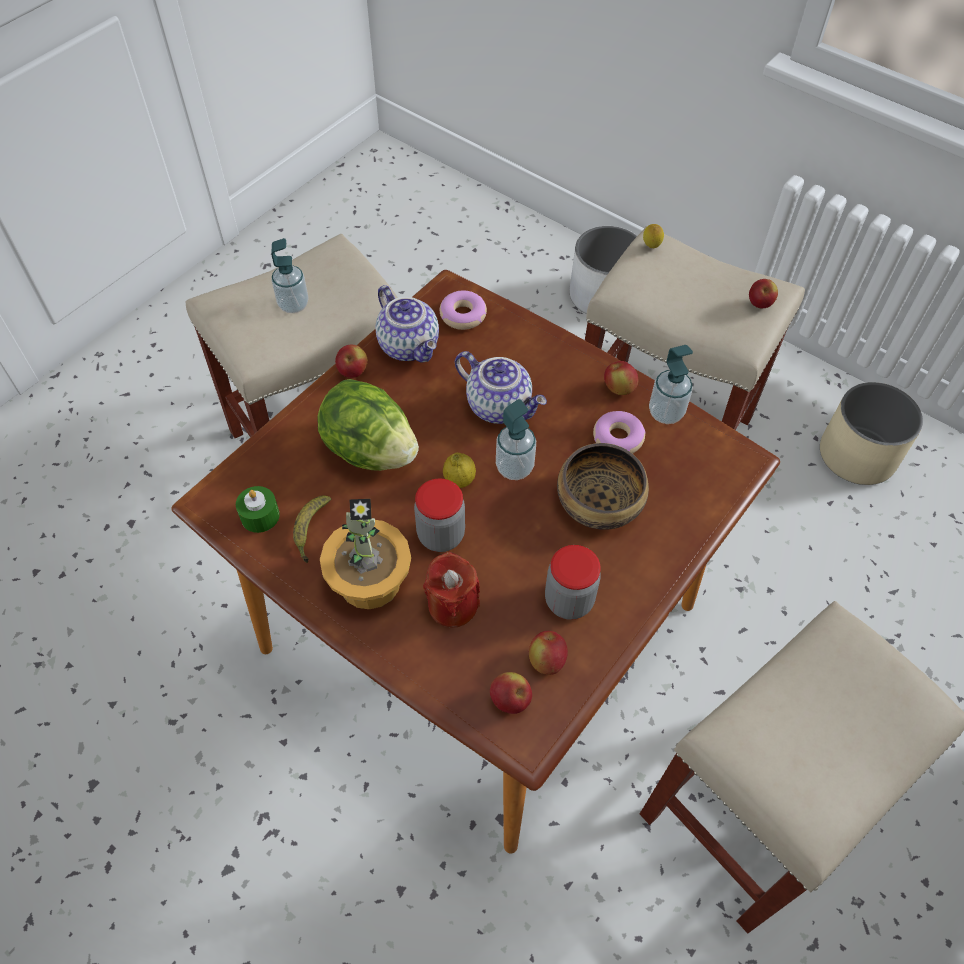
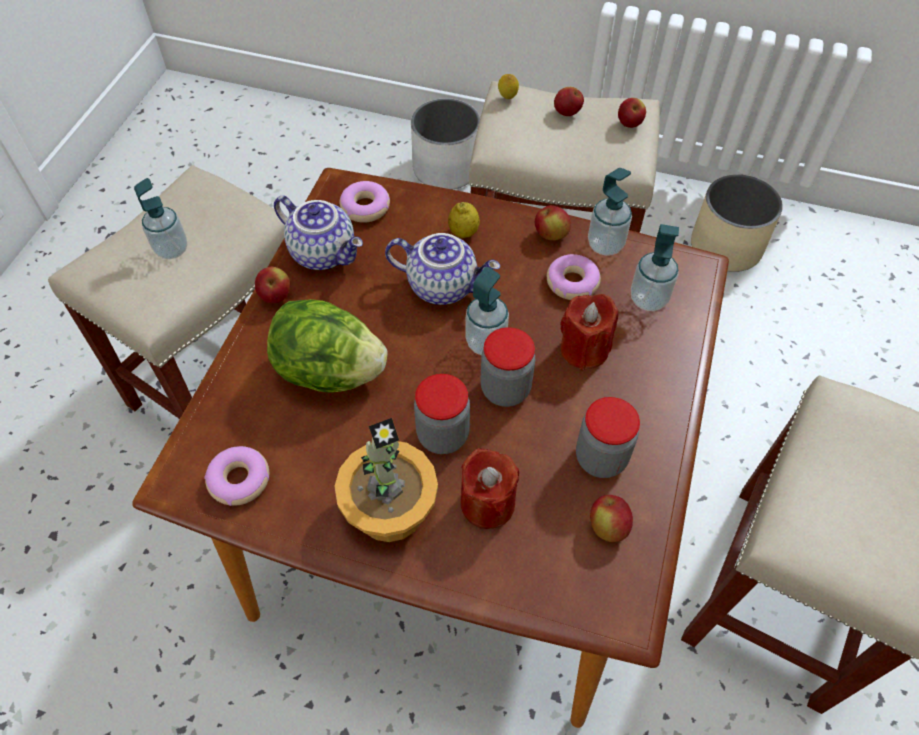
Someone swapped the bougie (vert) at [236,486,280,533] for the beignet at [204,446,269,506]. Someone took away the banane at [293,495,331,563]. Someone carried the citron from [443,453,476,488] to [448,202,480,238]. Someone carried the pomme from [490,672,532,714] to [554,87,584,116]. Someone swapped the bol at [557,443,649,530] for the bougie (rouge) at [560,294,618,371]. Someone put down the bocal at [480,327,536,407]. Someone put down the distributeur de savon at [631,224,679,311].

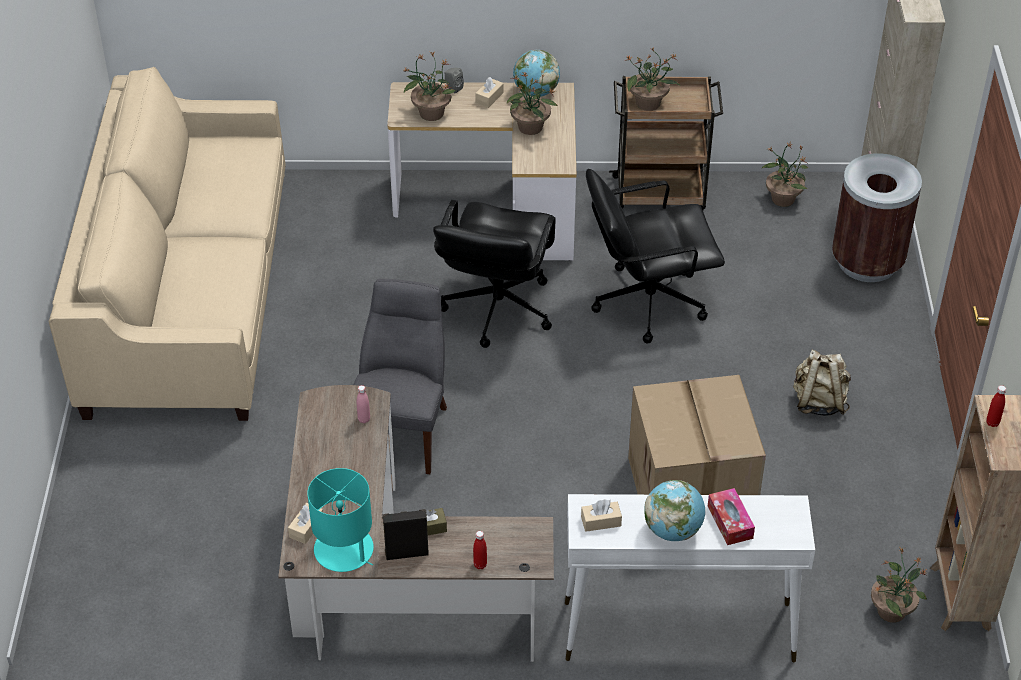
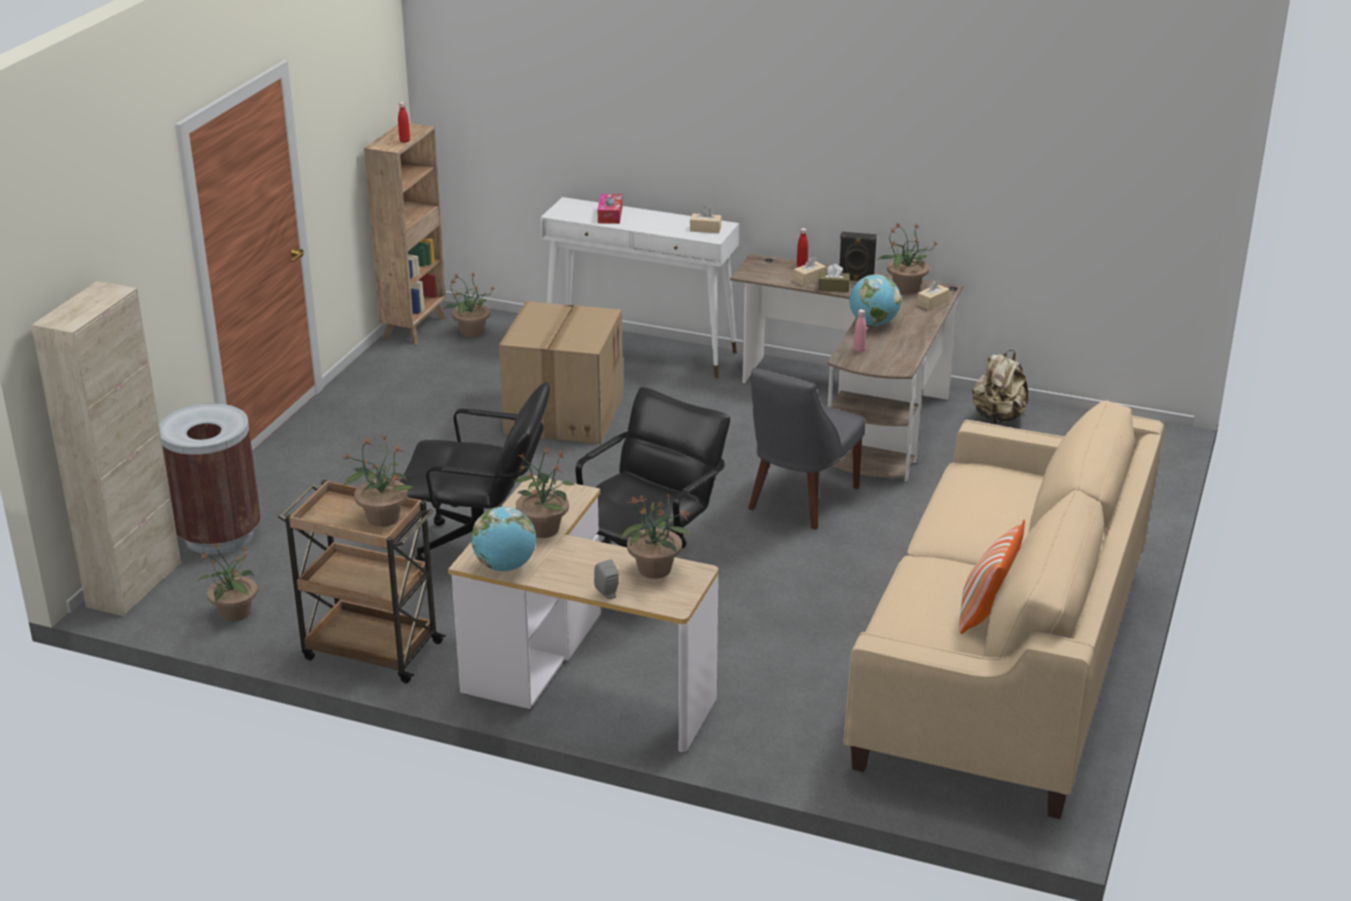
Someone swapped the lampe de table (turquoise) at [307,468,374,572] for the plante en pot at [877,222,937,294]. Someone carried the boîte à mouchoirs (beige) from [475,77,504,108] to [793,256,826,286]. Someone carried the globe from [644,480,705,541] to [850,274,901,326]. Someone carried the sac à dos (beige) from [793,349,851,416] to [972,350,1028,424]. Someone put down the coussin at [959,520,1025,634].

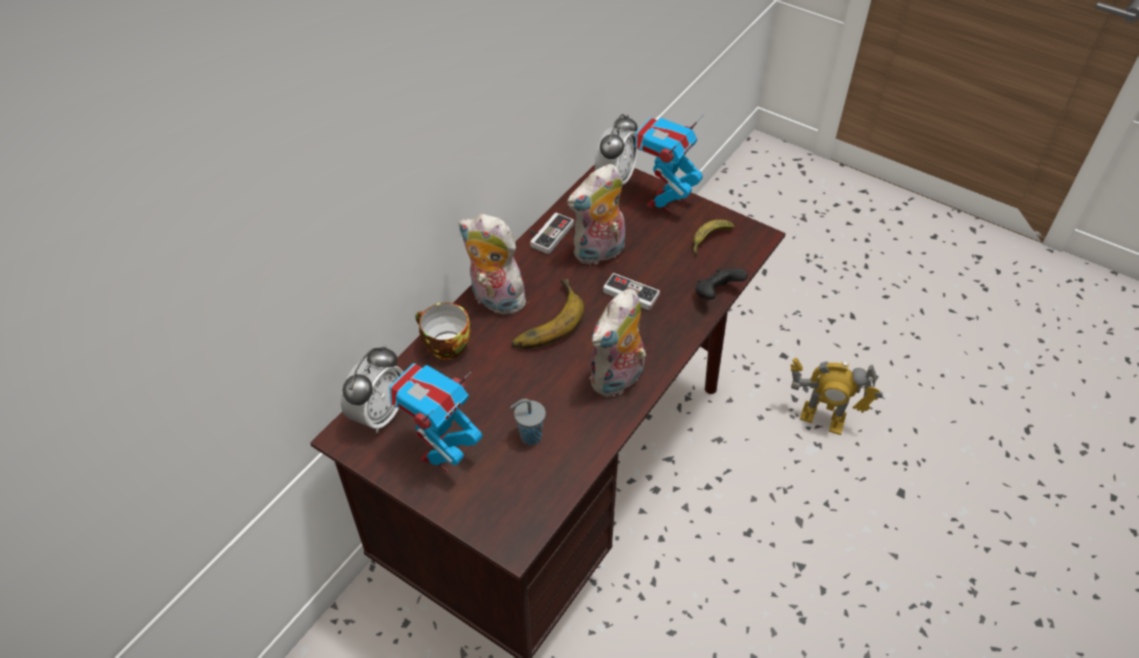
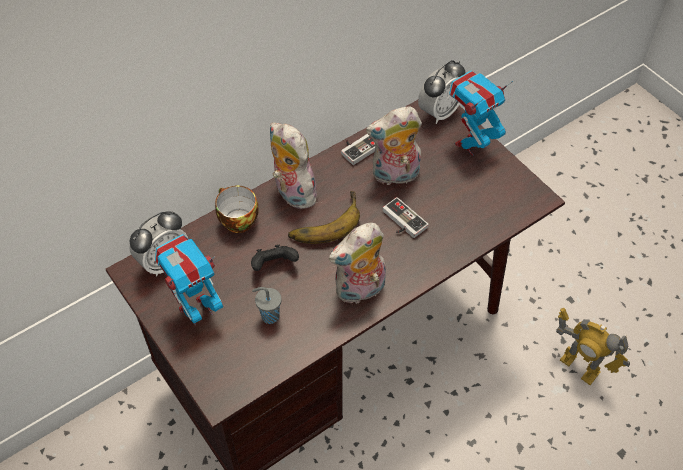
Someone took away the banane at [693,219,735,256]. Someone carried the manette (noir) from [695,268,748,300] to [251,245,299,271].

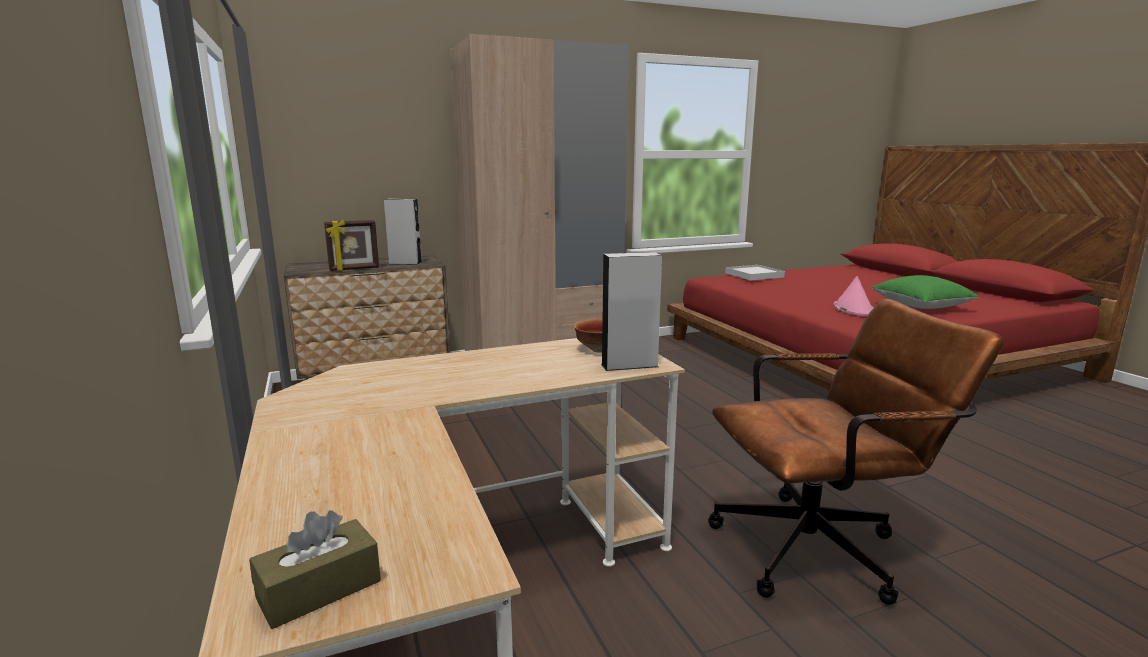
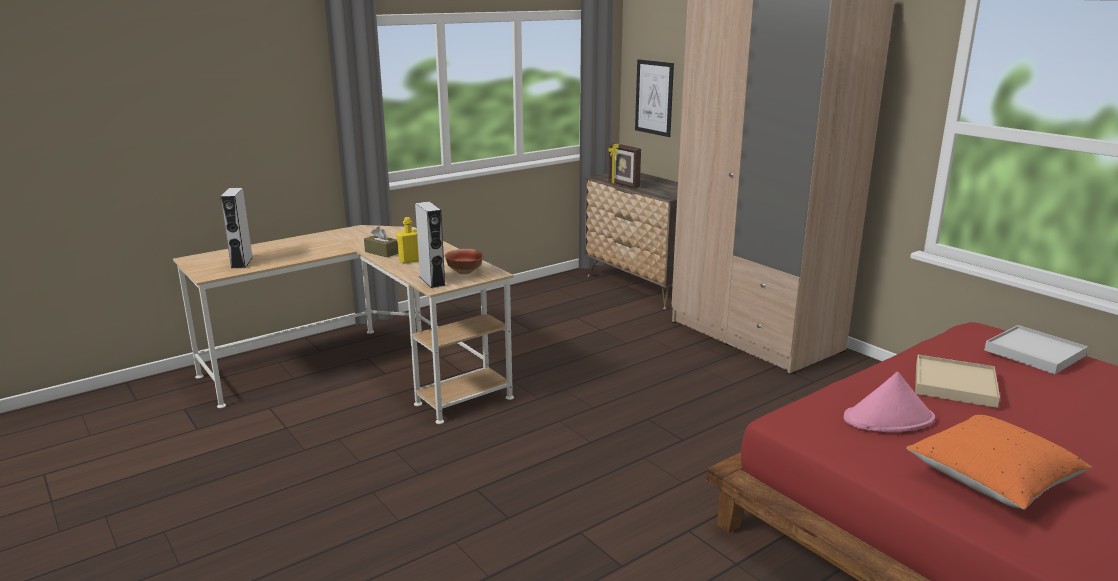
Someone carried the boîte à mouchoirs (marron) from [249,510,381,629] to [364,226,398,257]. Someone carried the enceinte (gris) from [384,199,422,265] to [220,188,253,269]. Someone took away the chaise de bureau (marron) at [708,298,1004,605]. Someone repainted the coussin (vert) at [871,275,980,309], which became the coussin (orange) at [906,415,1092,509]. Someone put down the bouteille (jaune) at [396,217,419,264]. Someone put up the tableau at [635,59,674,137]. Someone put down the plateau (beige) at [915,355,1000,408].

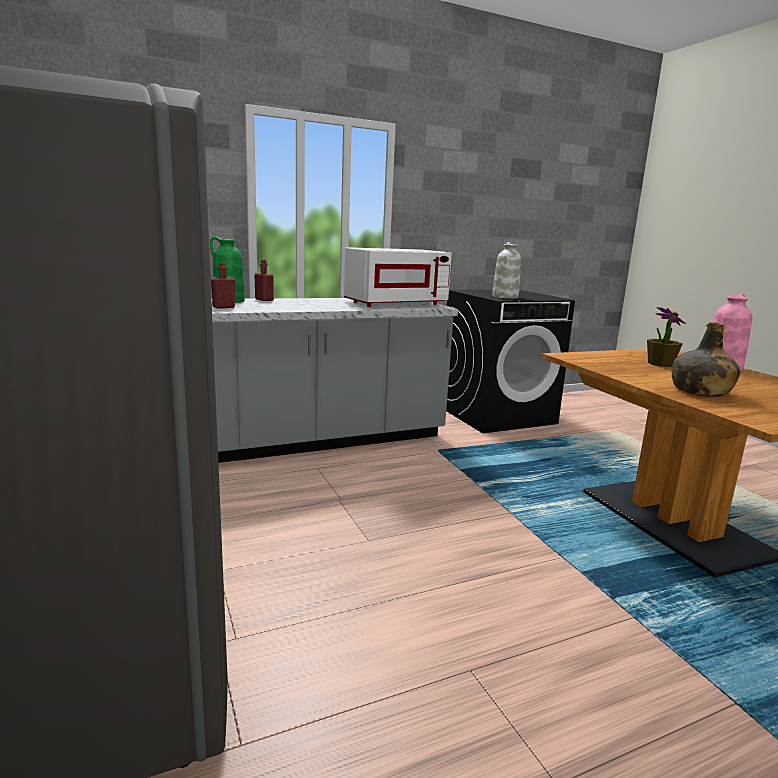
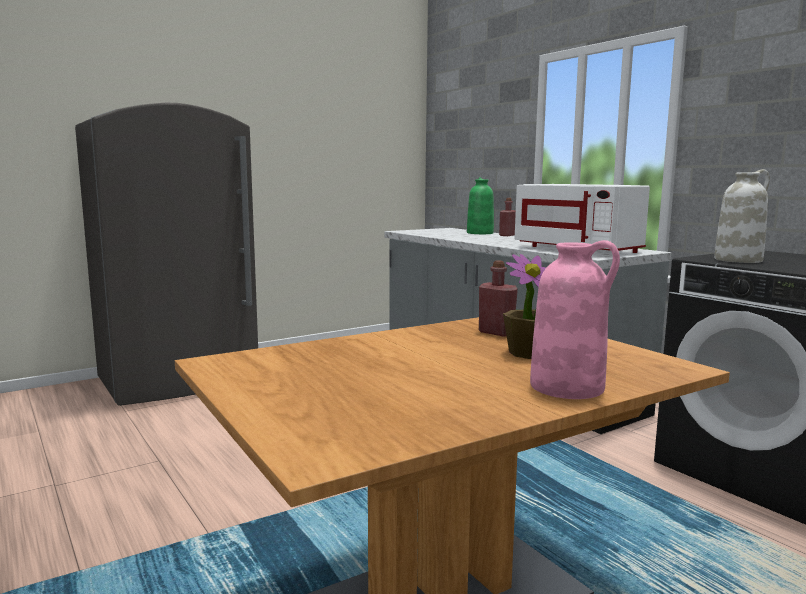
Someone carried the bouteille (rouge) from [211,262,235,309] to [479,260,518,337]. Someone took away the bouteille (vert) at [672,322,740,397].

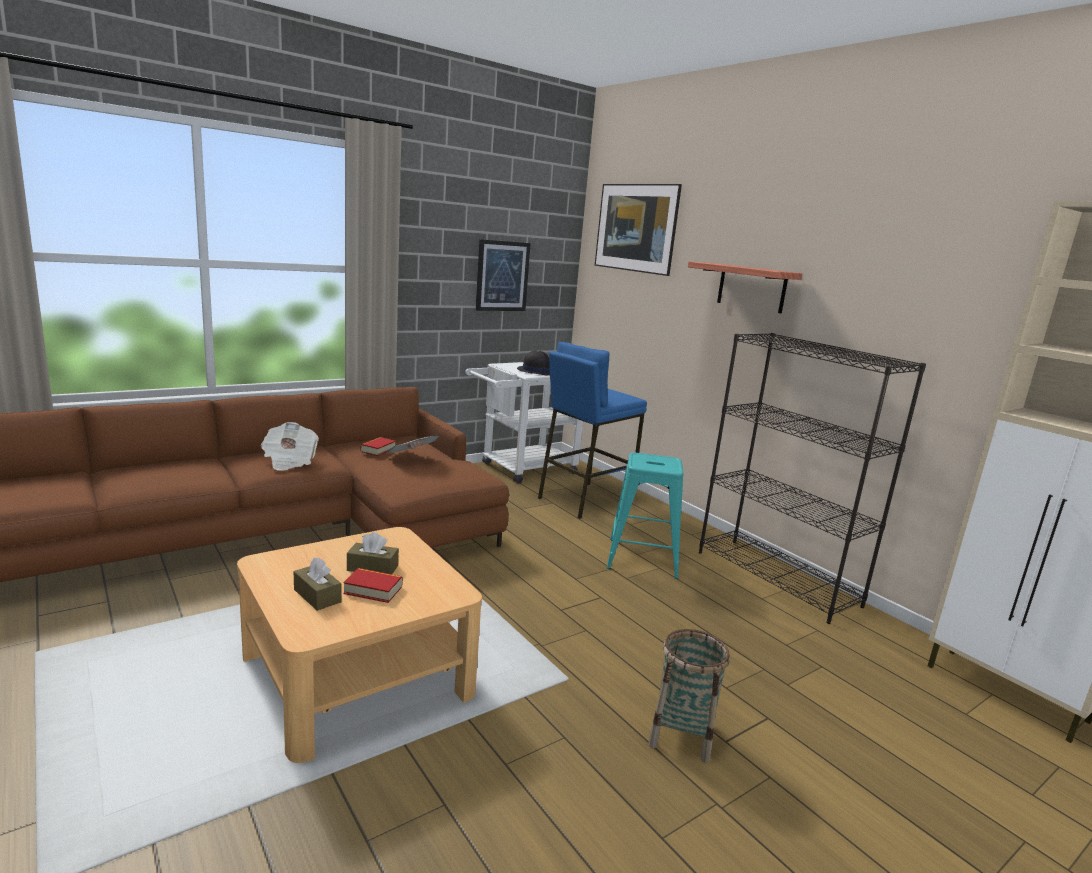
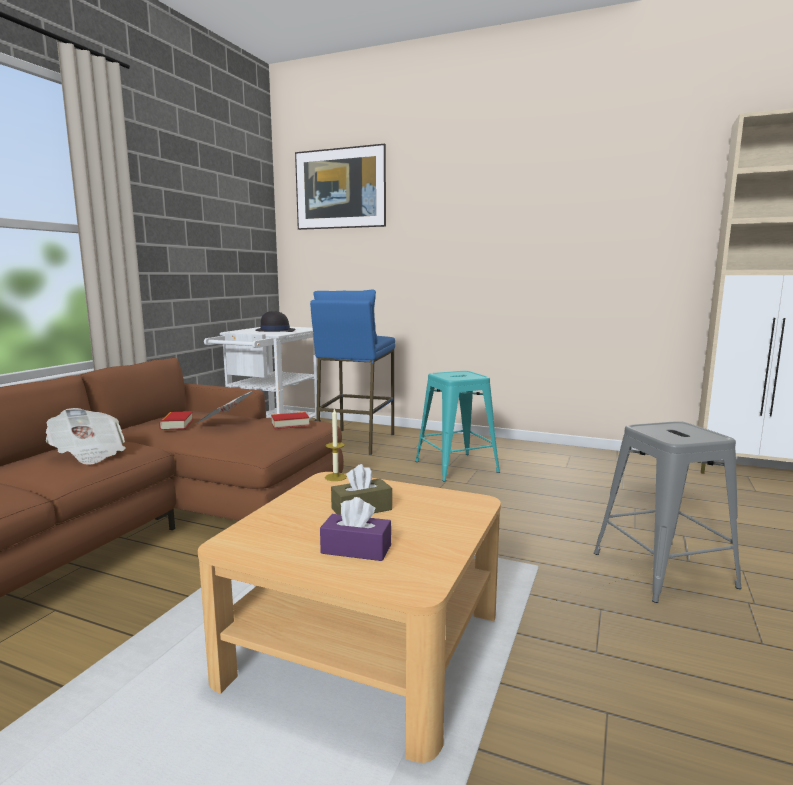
Someone repainted the boîte à mouchoirs (marron) at [294,557,342,611], which became the boîte à mouchoirs (violet) at [320,497,391,561]. Someone carried the livre from [343,568,403,603] to [271,412,310,429]. Someone took away the tableau at [476,239,531,311]. Someone swapped the panier at [648,629,730,763] for the tabouret (gris) at [594,421,742,603]. Someone took away the étagère at [688,262,802,313]. Someone took away the bibliothèque (noir) at [699,333,926,624]. Someone put down the bougie at [325,409,347,481].

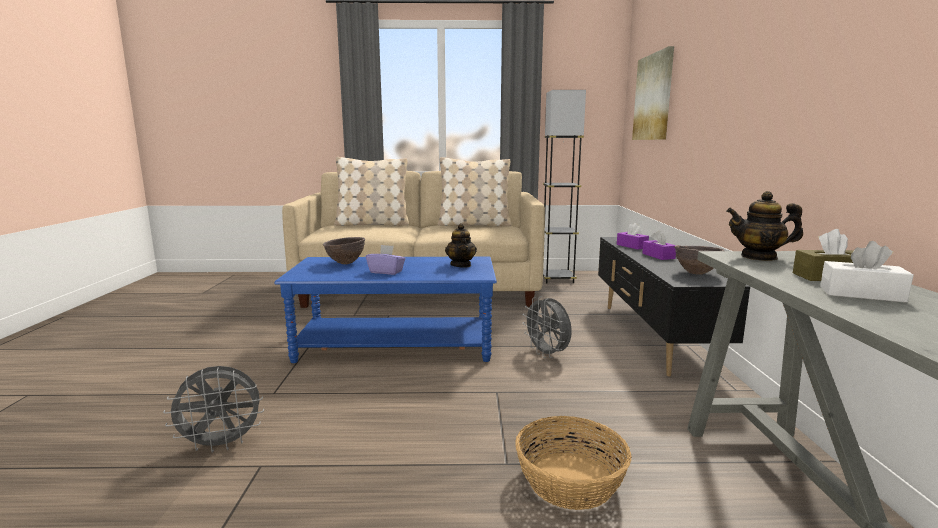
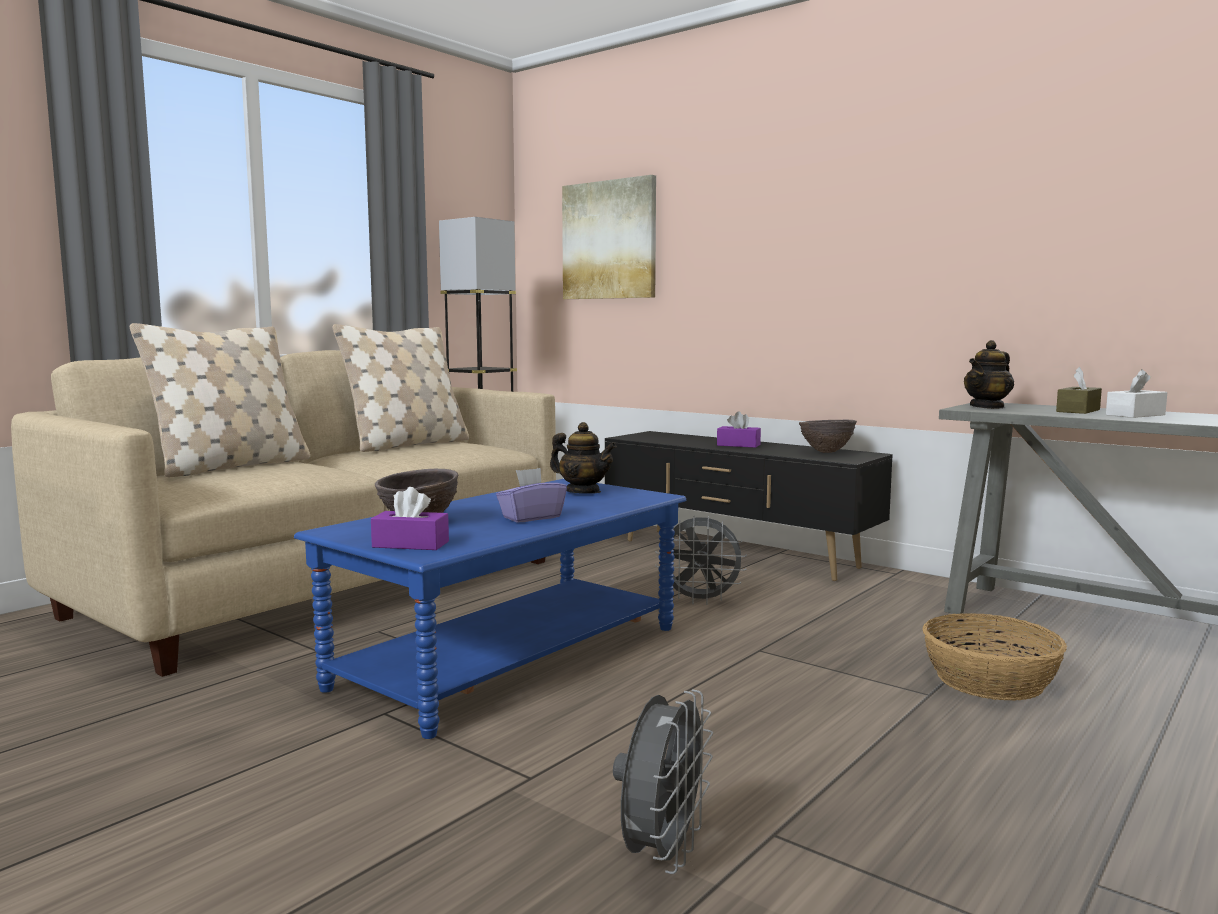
Someone carried the boîte à mouchoirs (violet) from [617,223,649,250] to [371,487,449,550].

